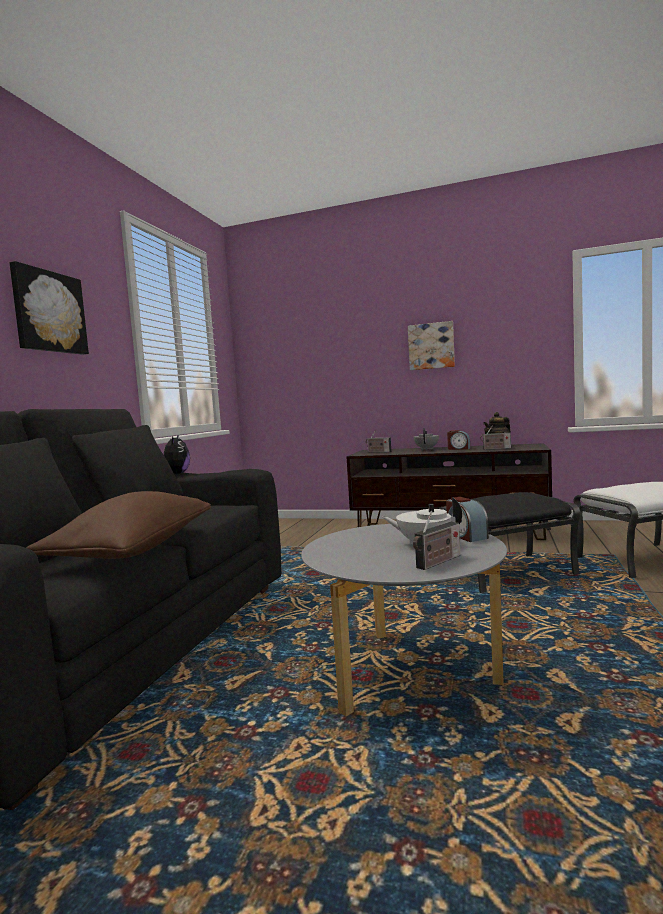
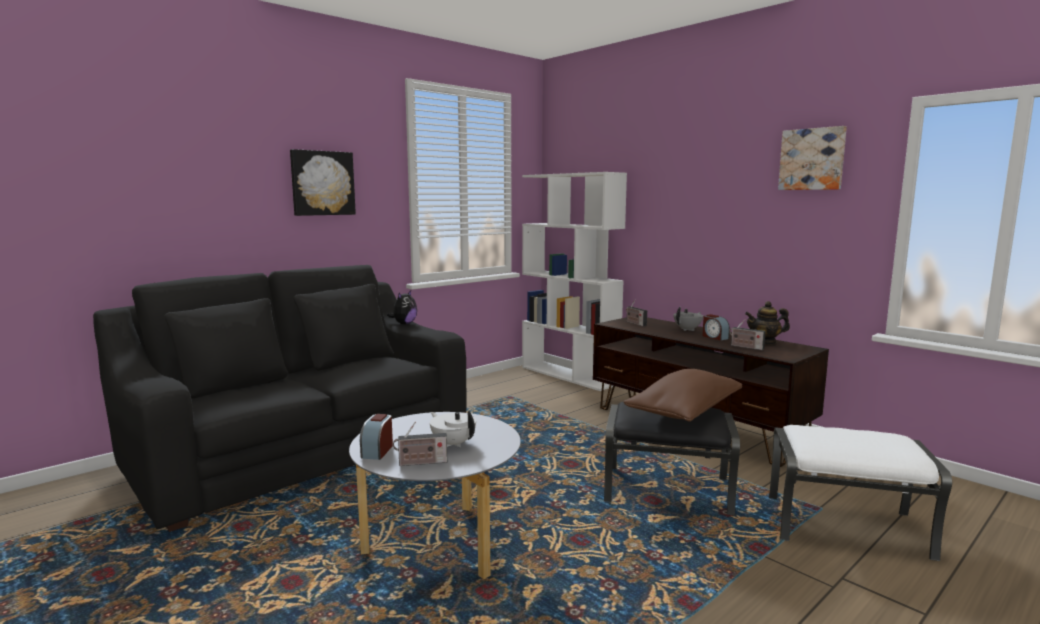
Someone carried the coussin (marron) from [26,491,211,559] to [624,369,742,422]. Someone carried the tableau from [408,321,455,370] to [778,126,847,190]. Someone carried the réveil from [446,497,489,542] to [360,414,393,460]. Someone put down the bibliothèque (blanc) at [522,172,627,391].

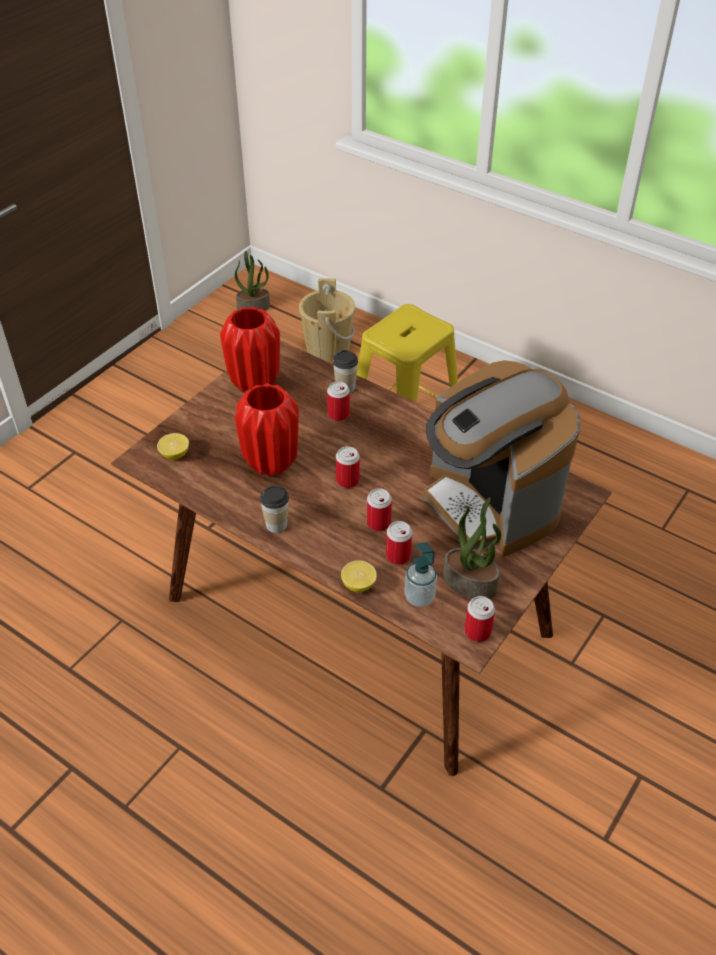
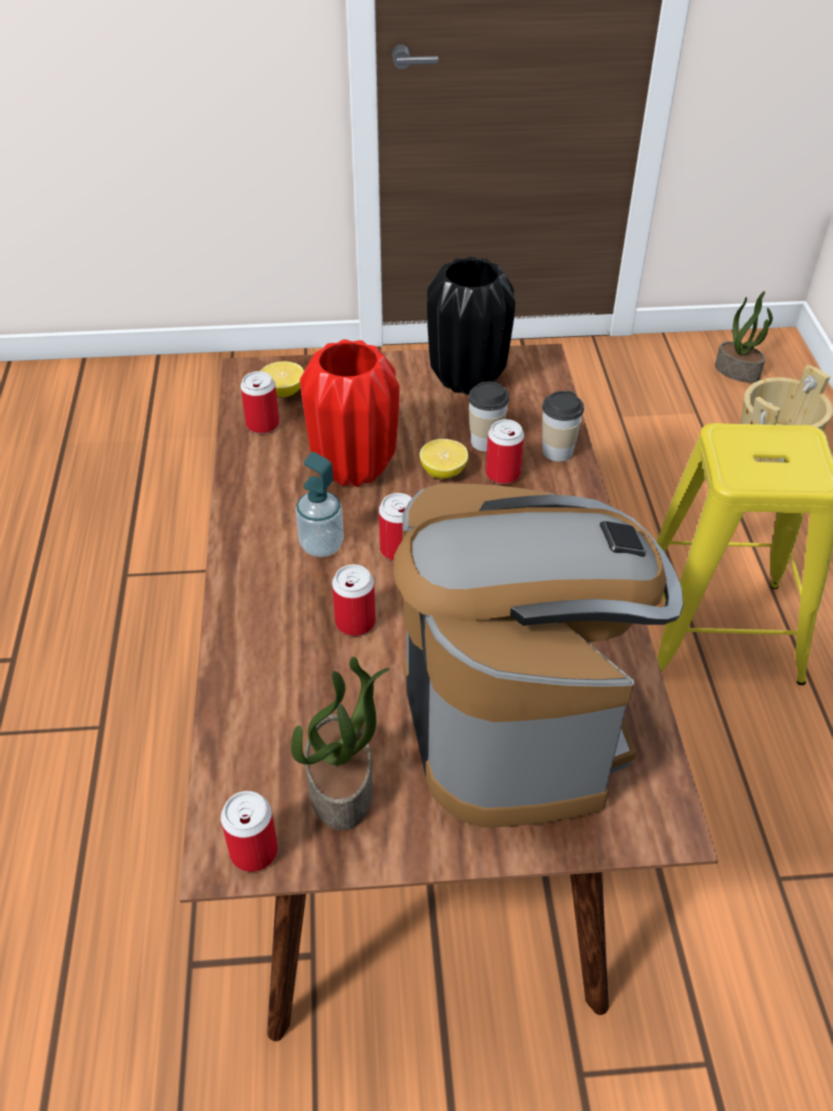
Someone repainted the vase (rouge) at [220,307,280,392], which became the vase (noir) at [427,257,516,395]. Someone carried the tasse from [260,486,289,533] to [468,381,509,452]. Someone carried the citron from [341,560,377,593] to [419,439,468,479]. Someone carried the boîte métallique from [386,521,412,565] to [240,371,279,434]. Someone carried the distributeur de savon from [404,542,437,607] to [295,452,344,557]. Someone rotated the machine à café at [424,360,580,557] by 150 degrees clockwise.

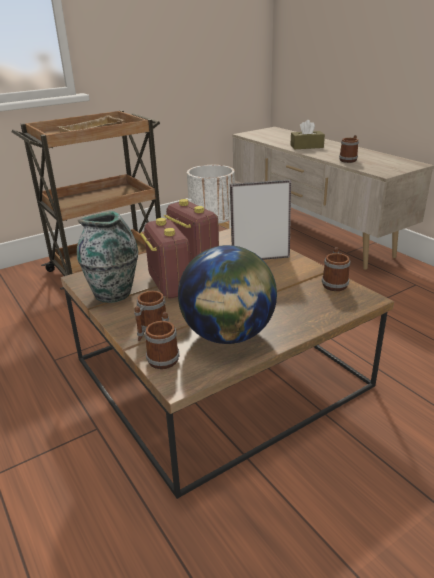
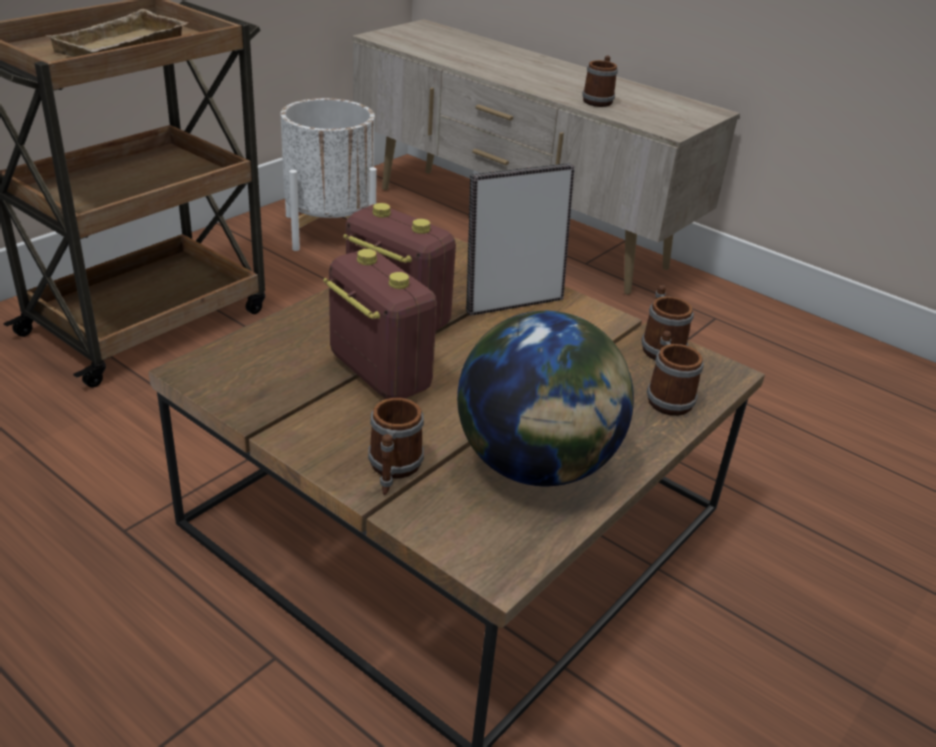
Someone took away the vase at [77,211,138,303]. Someone carried the mug from [145,312,179,369] to [647,331,704,416]. Someone took away the boîte à mouchoirs (marron) at [290,120,325,149].

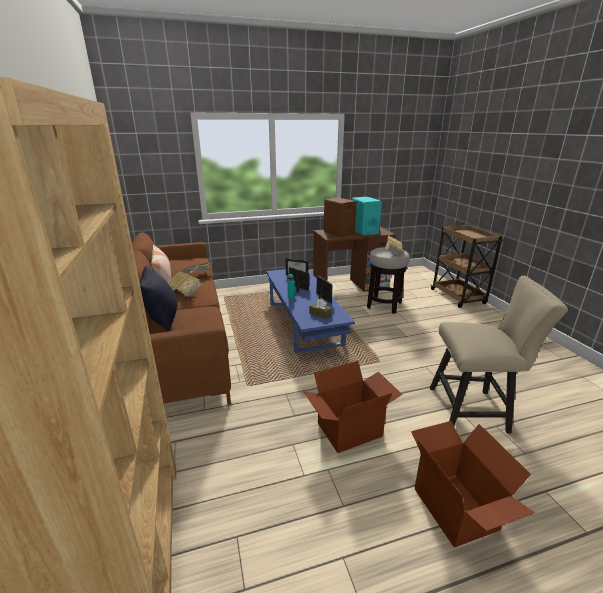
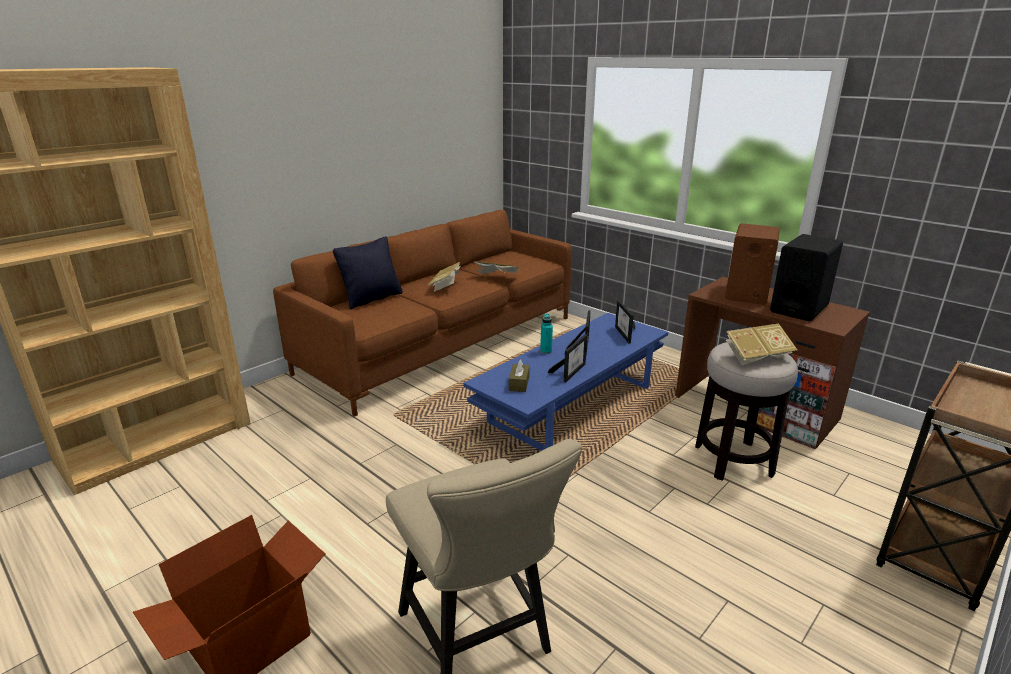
Someone took away the coussin at [151,245,171,282]. Someone took away the carton at [303,361,402,453]. Someone repainted the enceinte (turquoise) at [352,197,382,235], which became the enceinte (noir) at [770,234,843,322].

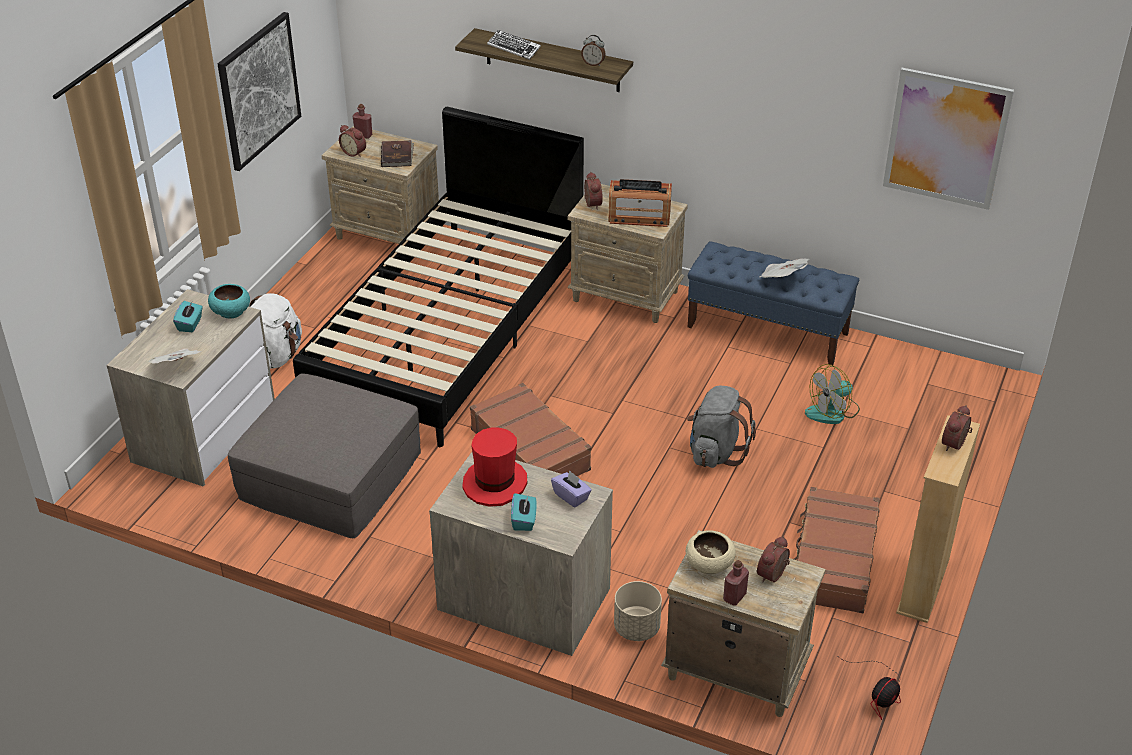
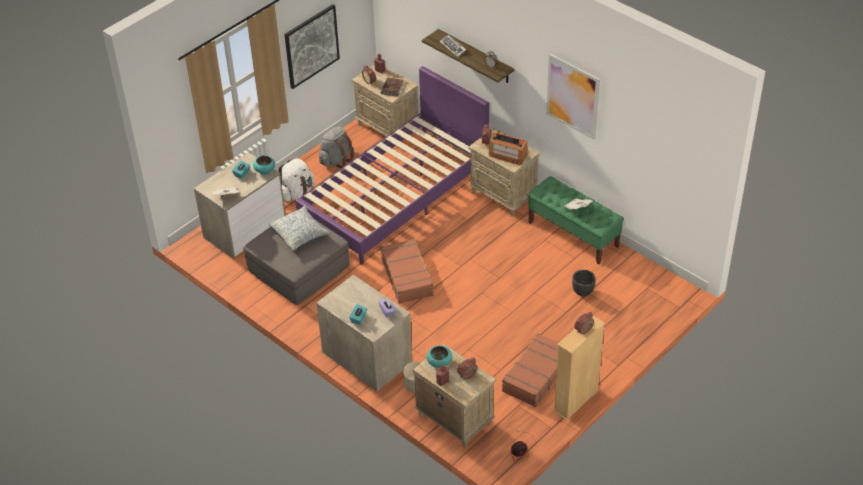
Someone repainted the lit (noir) at [293,107,584,447], which became the lit (violet) at [296,66,489,265]. Someone took away the chapeau (rouge) at [462,427,528,507]. Someone repainted the bol (beige) at [686,530,736,574], which became the bol (turquoise) at [427,345,452,368]. Someone carried the sac à dos (gris) from [687,386,756,468] to [319,127,354,168]. Someone repainted the banc (bleu) at [688,241,859,365], which became the banc (vert) at [528,176,624,265]. Someone swapped the ventilateur at [805,364,860,424] for the cache-pot (noir) at [572,270,596,297]. Someone carried the tableau from [883,68,1014,210] to [546,54,600,140]. Someone put down the coussin at [268,206,330,251].

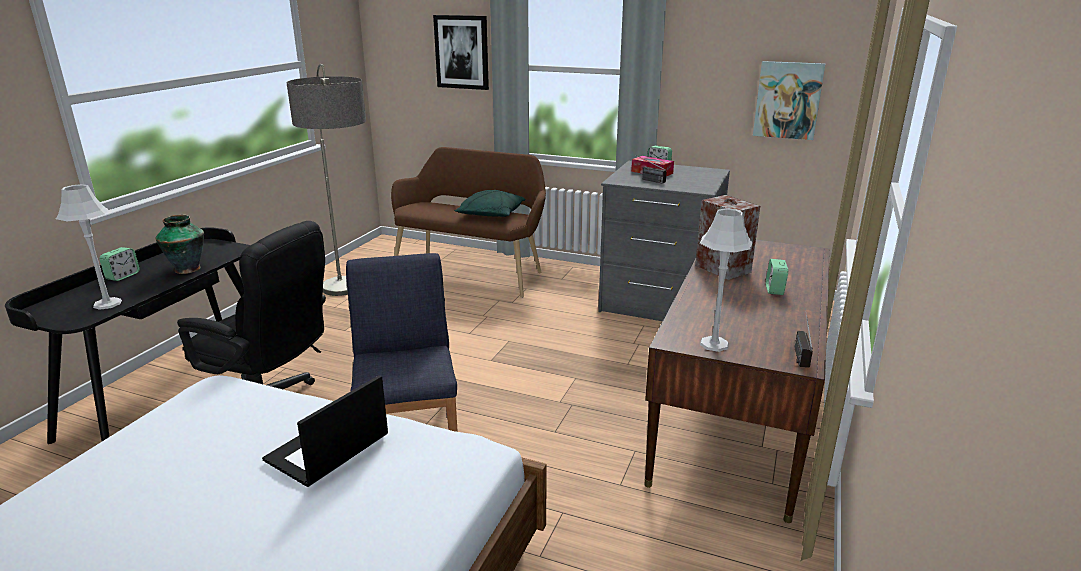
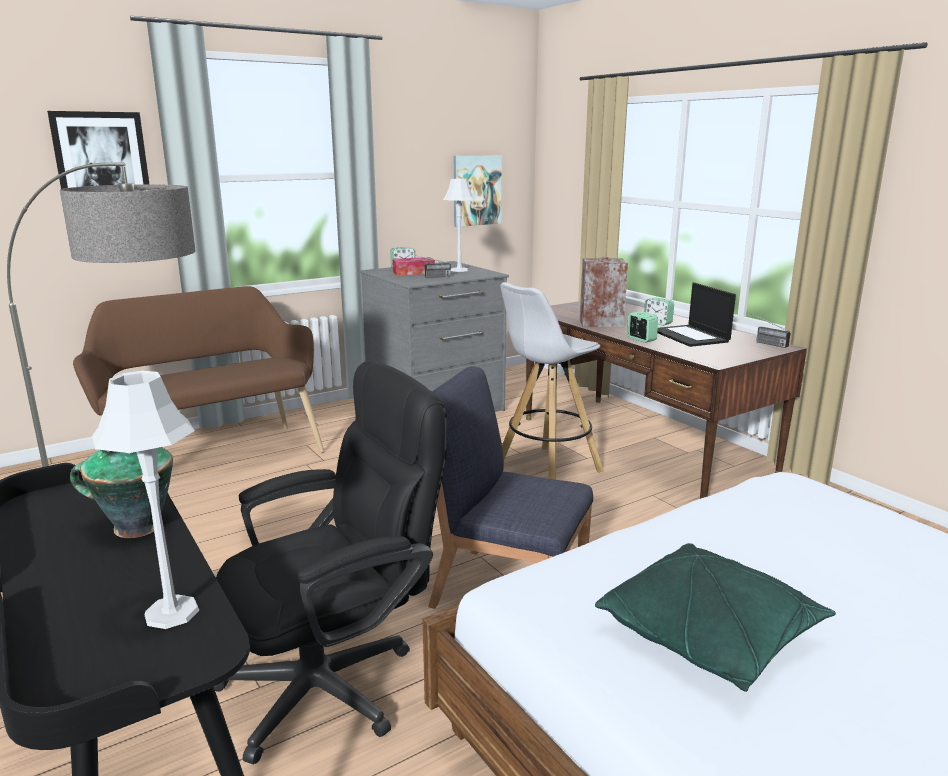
Someone carried the réveil from [99,247,140,281] to [627,311,658,343]. Someone carried the ordinateur portable from [262,375,388,487] to [657,282,736,347]. Someone carried the coussin (vert) from [454,190,526,217] to [595,543,836,692]. Someone carried the lampe de table (gris) from [700,208,752,352] to [443,179,475,272]. Someone put down the tabouret (blanc) at [500,282,604,480].

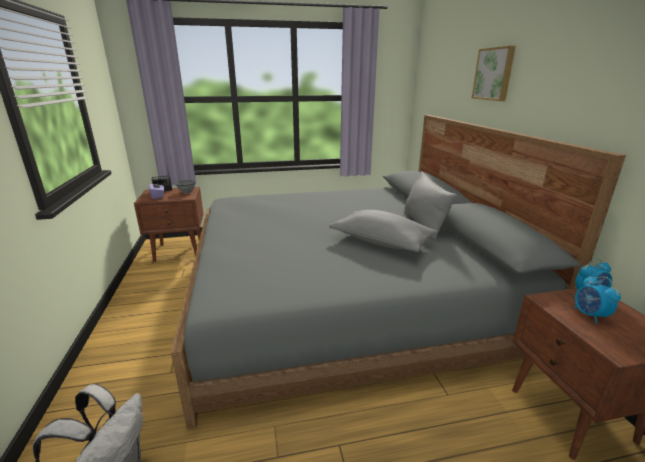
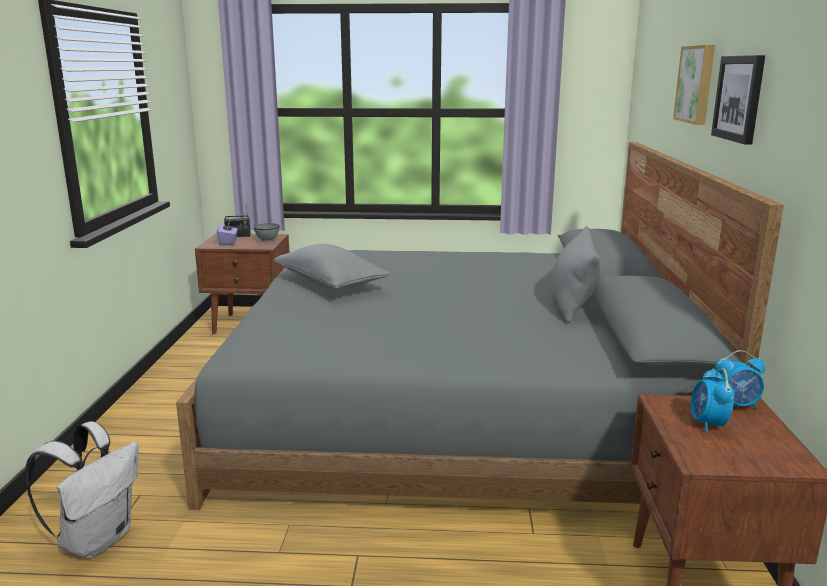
Someone carried the coussin (gris) from [329,210,438,252] to [273,244,390,289]. Someone put up the tableau at [711,55,765,145].

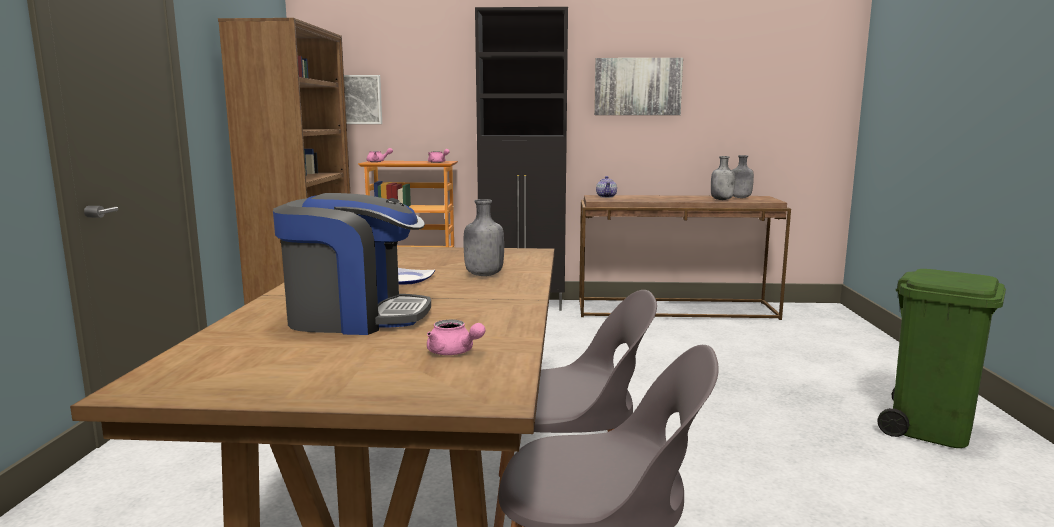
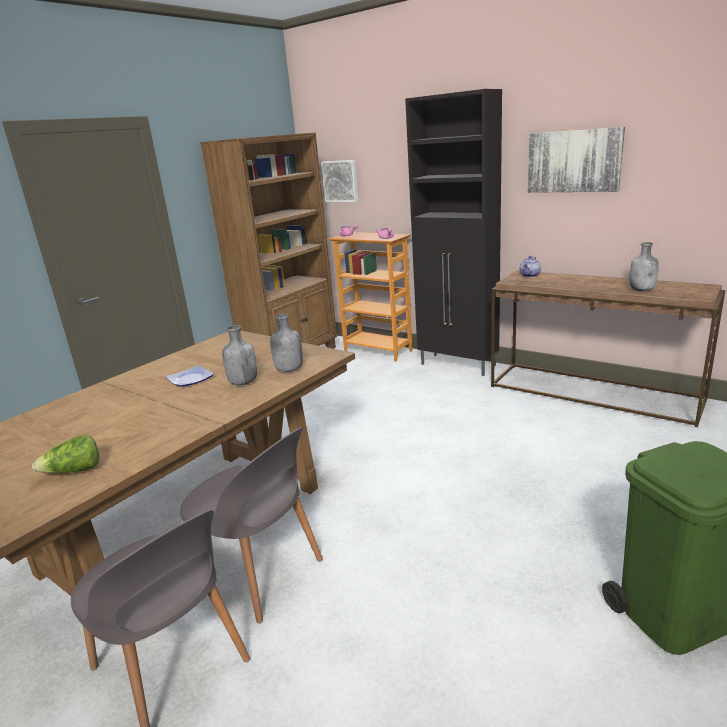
Someone took away the machine à café at [273,193,431,335]. Someone swapped the théière (rose) at [427,319,486,355] for the laitue at [32,435,99,473]. Someone carried the bouteille (gris) from [732,155,754,198] to [270,314,303,372].

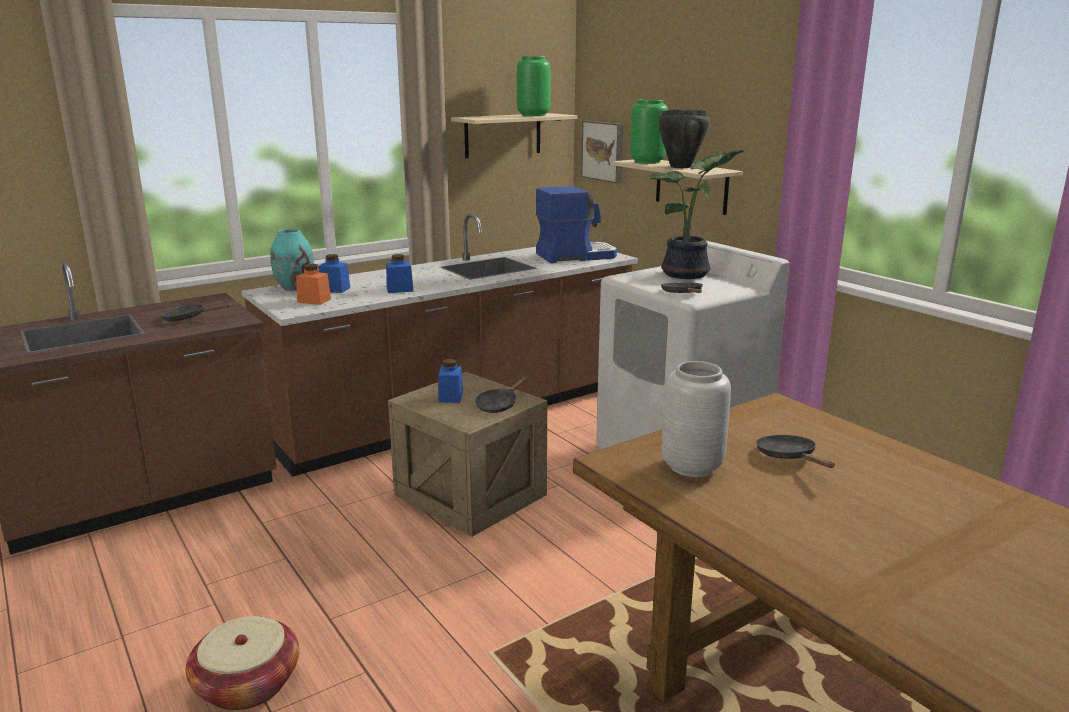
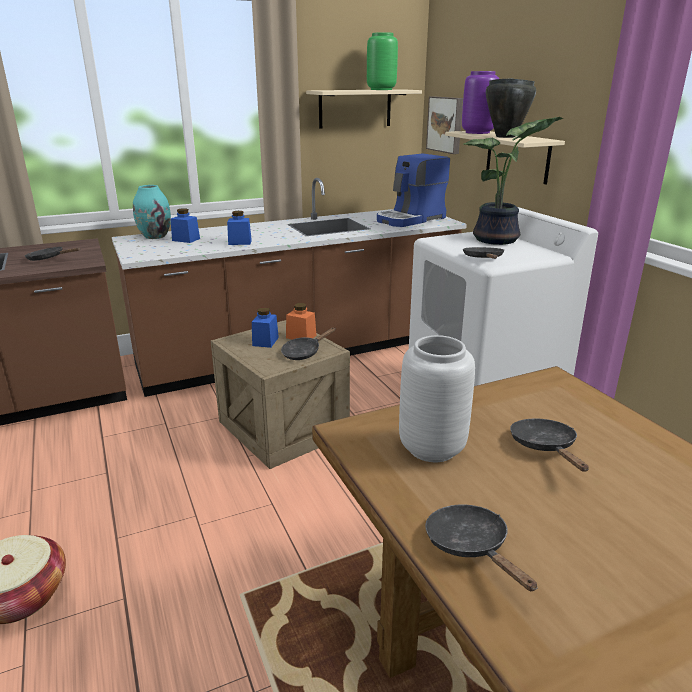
Someone carried the bocal (orange) from [296,264,331,305] to [286,303,316,340]. Someone rotated the machine à café at [536,186,617,263] by 150 degrees clockwise. Someone repainted the vase (vert) at [630,99,668,164], which became the vase (violet) at [462,71,499,134]. Someone put down the poêle (noir) at [425,505,537,591].

